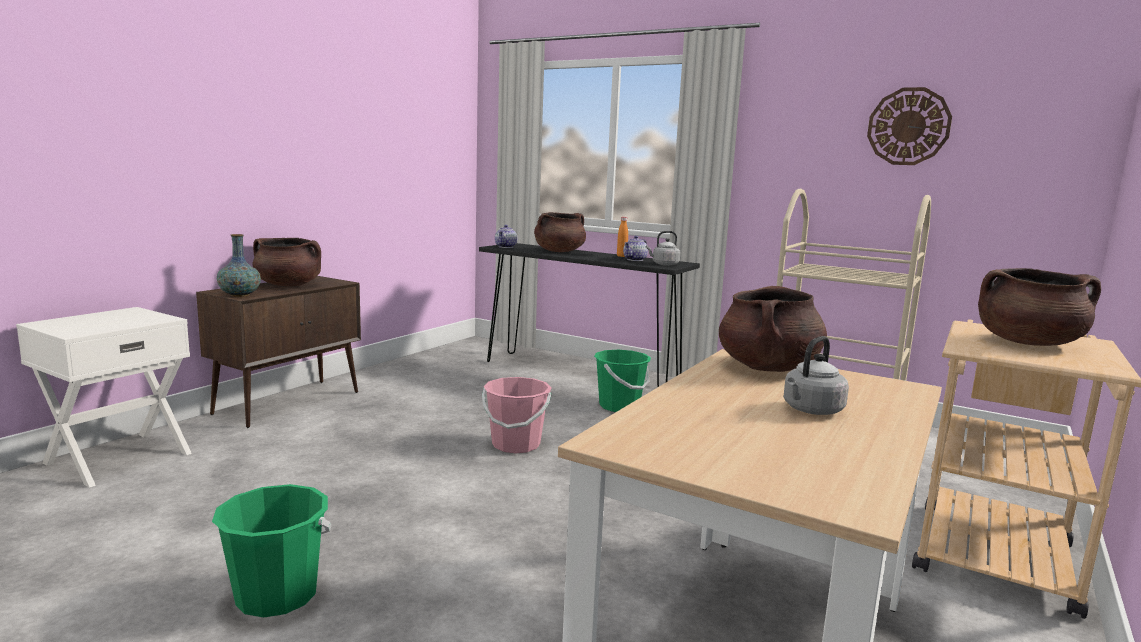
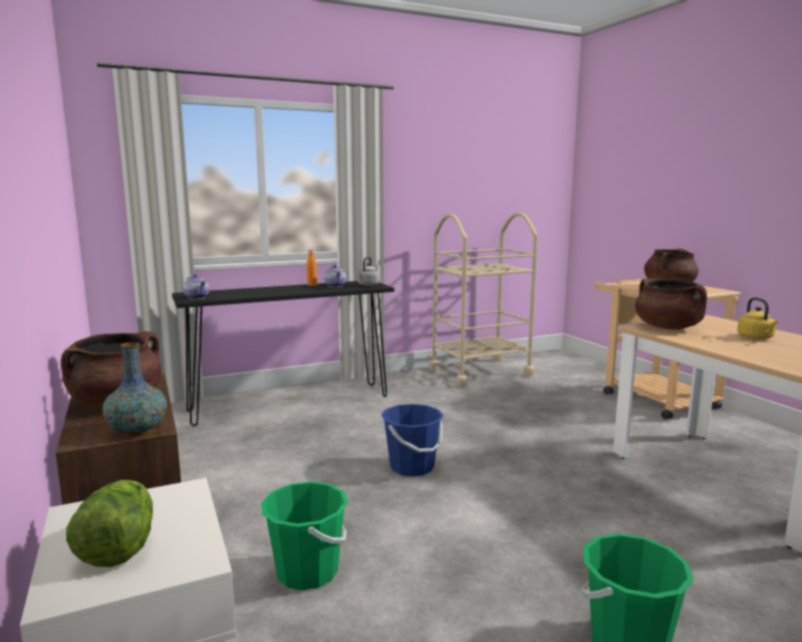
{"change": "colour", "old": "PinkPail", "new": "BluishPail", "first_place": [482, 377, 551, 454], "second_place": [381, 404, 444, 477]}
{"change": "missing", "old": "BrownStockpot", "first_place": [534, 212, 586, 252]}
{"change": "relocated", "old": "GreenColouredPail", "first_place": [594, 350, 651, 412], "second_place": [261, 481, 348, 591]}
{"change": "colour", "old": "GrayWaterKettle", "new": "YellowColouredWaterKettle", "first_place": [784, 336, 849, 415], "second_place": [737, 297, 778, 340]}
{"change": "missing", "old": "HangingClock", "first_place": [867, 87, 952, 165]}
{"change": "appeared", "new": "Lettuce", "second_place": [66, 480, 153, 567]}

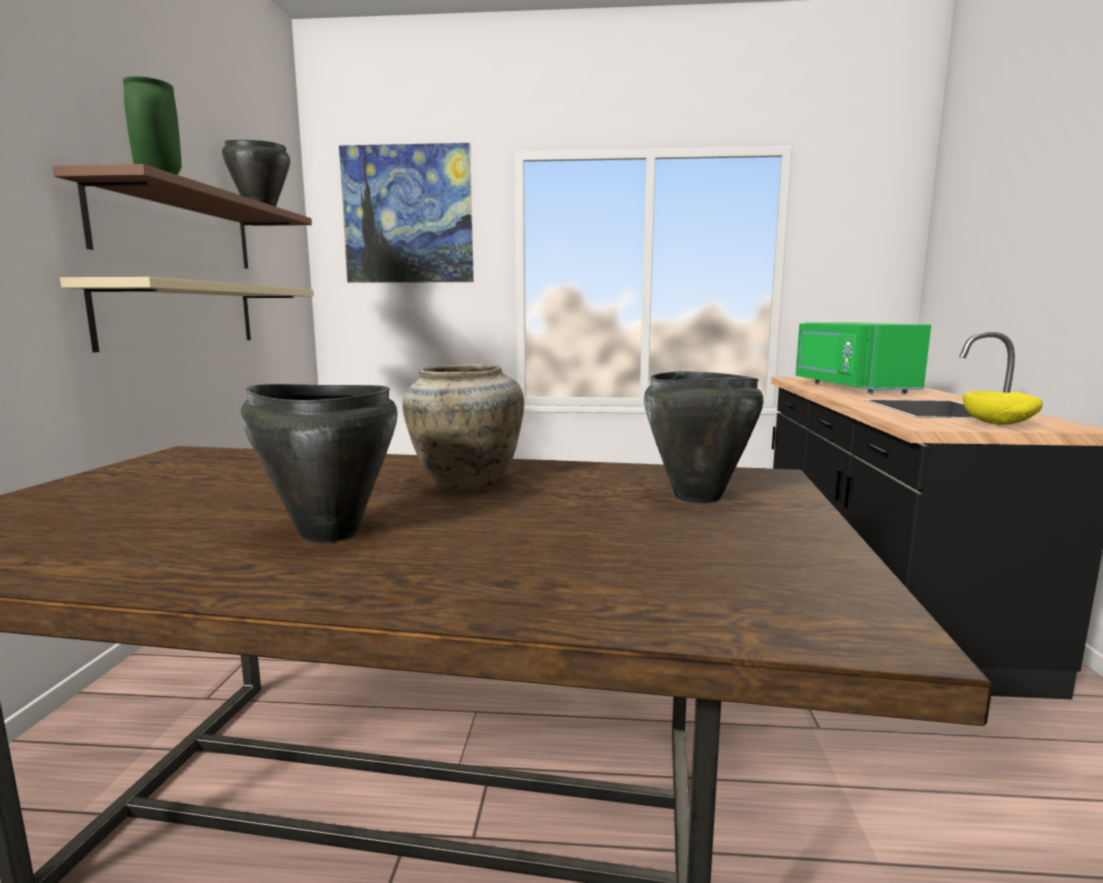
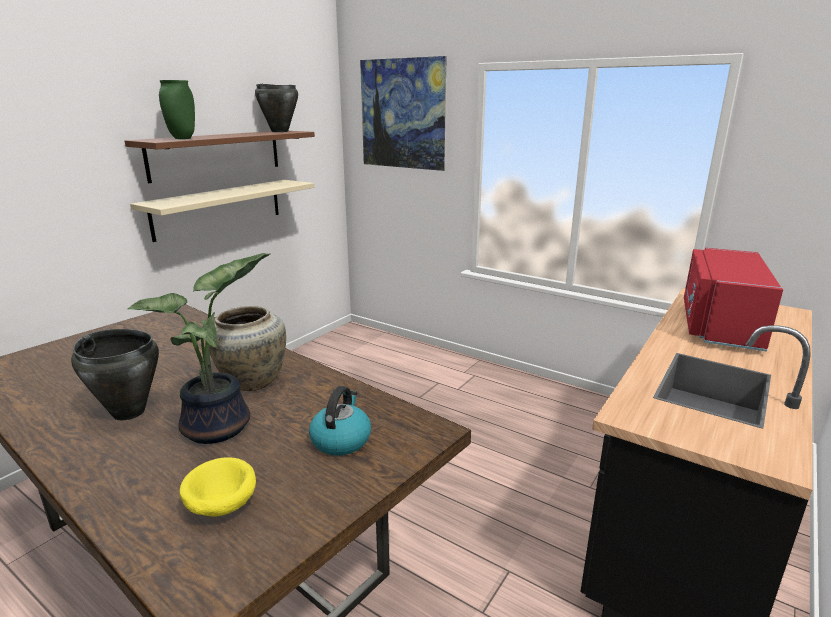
{"change": "exchanged", "old": "BlackStockpot", "new": "WaterKettle", "first_place": [644, 371, 764, 503], "second_place": [309, 386, 371, 456]}
{"change": "colour", "old": "GreenColouredKitchenMicrowave", "new": "RedColouredKitchenMicrowave", "first_place": [796, 322, 931, 394], "second_place": [684, 248, 783, 351]}
{"change": "relocated", "old": "YellowColouredServingBowl", "first_place": [963, 391, 1043, 425], "second_place": [180, 457, 256, 517]}
{"change": "appeared", "new": "PottedPlant", "second_place": [127, 253, 270, 444]}

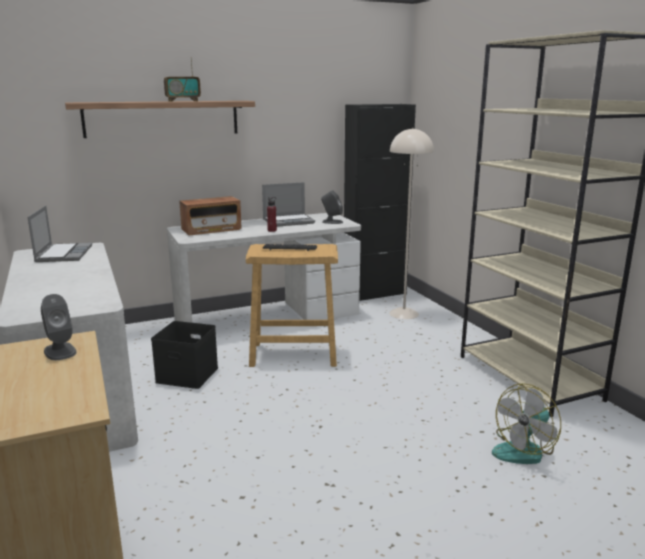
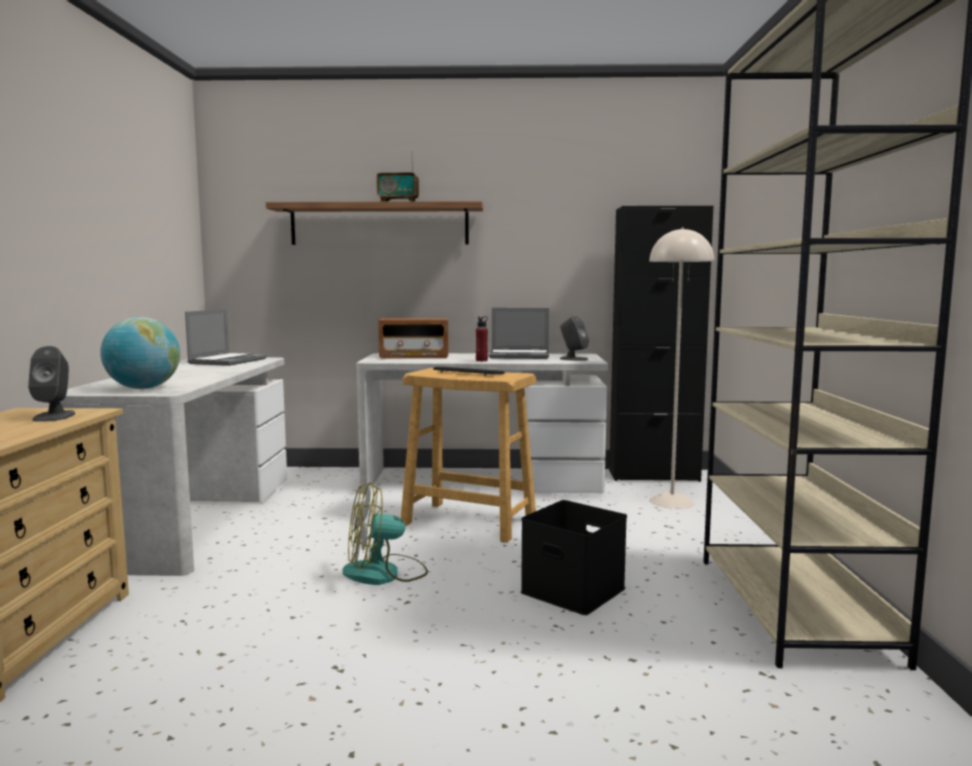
{"change": "relocated", "old": "BlackStorageBox", "first_place": [151, 321, 218, 389], "second_place": [521, 500, 627, 615]}
{"change": "relocated", "old": "CoolingFan", "first_place": [492, 383, 561, 464], "second_place": [343, 482, 428, 585]}
{"change": "appeared", "new": "Globe", "second_place": [100, 317, 180, 389]}

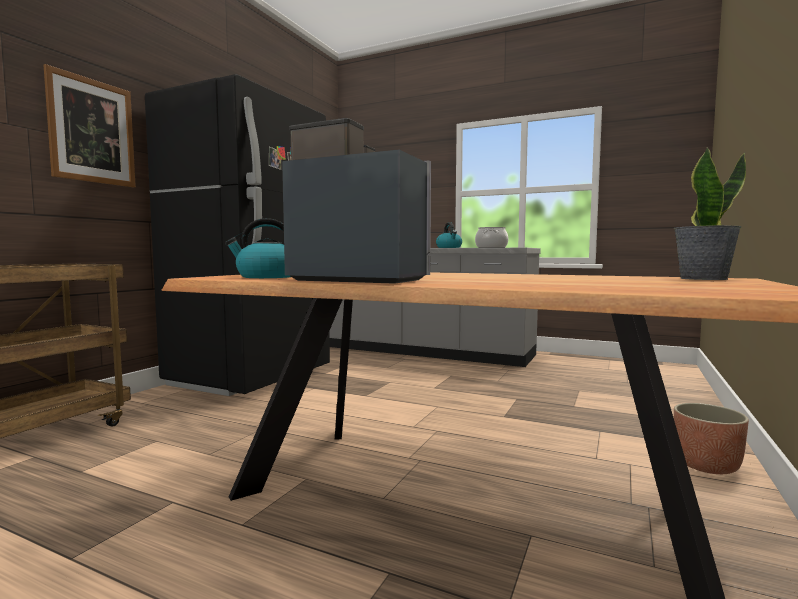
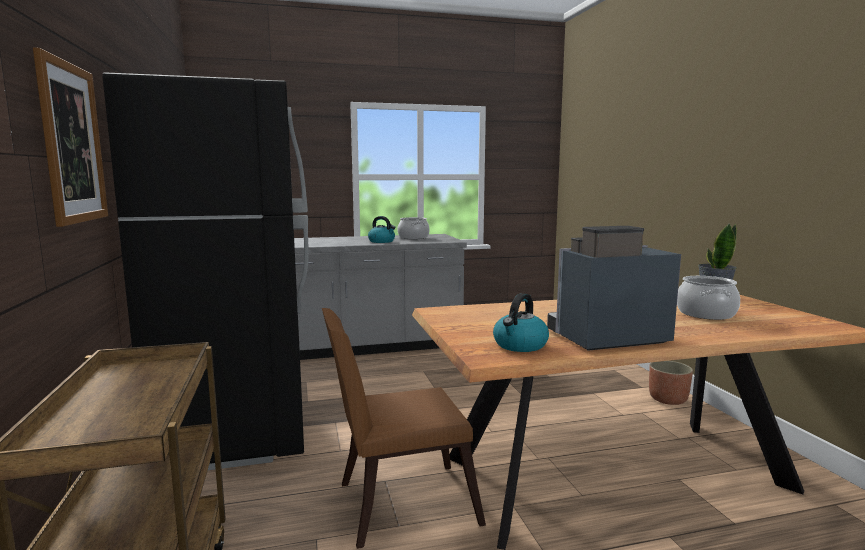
{"change": "appeared", "new": "BrownPlainChair", "second_place": [322, 308, 486, 549]}
{"change": "appeared", "new": "Stockpot", "second_place": [677, 276, 740, 320]}

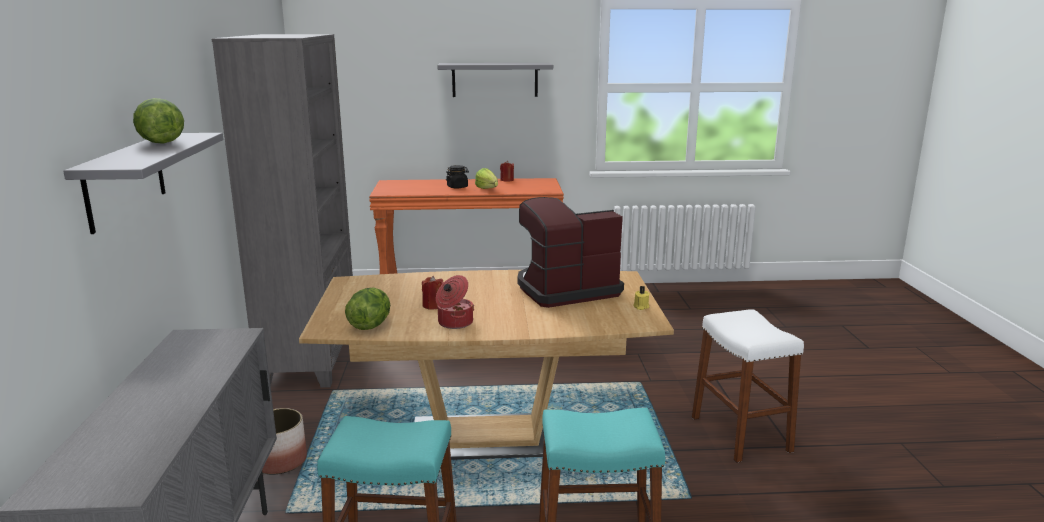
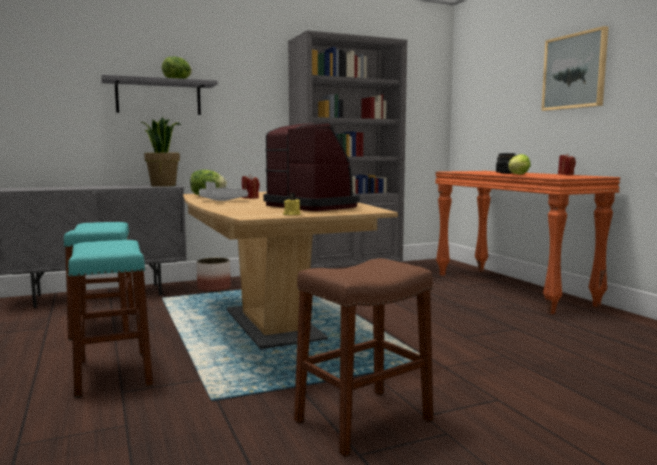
{"change": "exchanged", "old": "Stockpot", "new": "GrayTray", "first_place": [436, 275, 474, 329], "second_place": [199, 182, 248, 201]}
{"change": "exchanged", "old": "GrayWallShelf", "new": "WallPicture", "first_place": [437, 63, 553, 97], "second_place": [541, 26, 608, 111]}
{"change": "colour", "old": "WhiteSittingStool", "new": "BrownSittingStool", "first_place": [692, 309, 804, 463], "second_place": [294, 258, 433, 457]}
{"change": "appeared", "new": "PottedPlant", "second_place": [142, 117, 181, 187]}

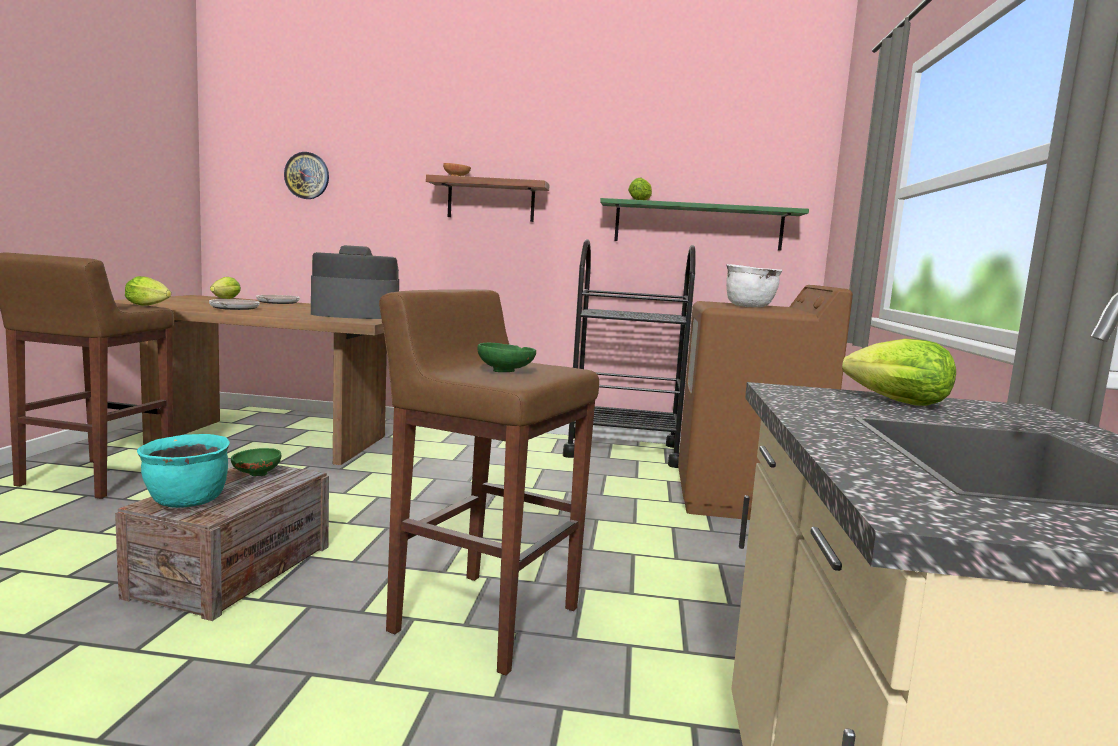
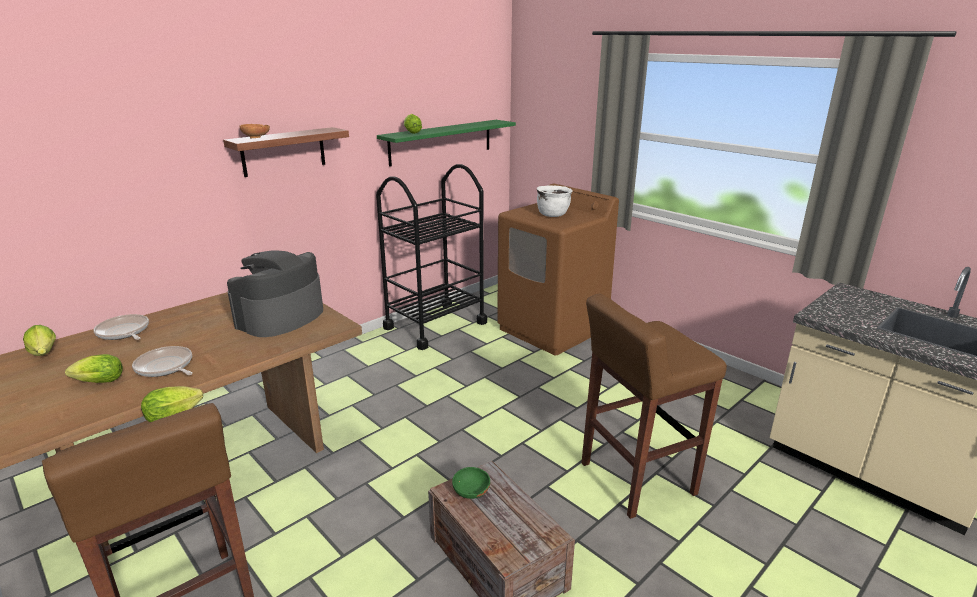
{"change": "missing", "old": "TurquoiseStockpot", "first_place": [137, 434, 230, 508]}
{"change": "missing", "old": "HangingClock", "first_place": [284, 152, 329, 199]}
{"change": "missing", "old": "GreenColouredServingBowl", "first_place": [477, 343, 536, 372]}
{"change": "relocated", "old": "Lettuce", "first_place": [842, 339, 956, 406], "second_place": [65, 354, 123, 383]}

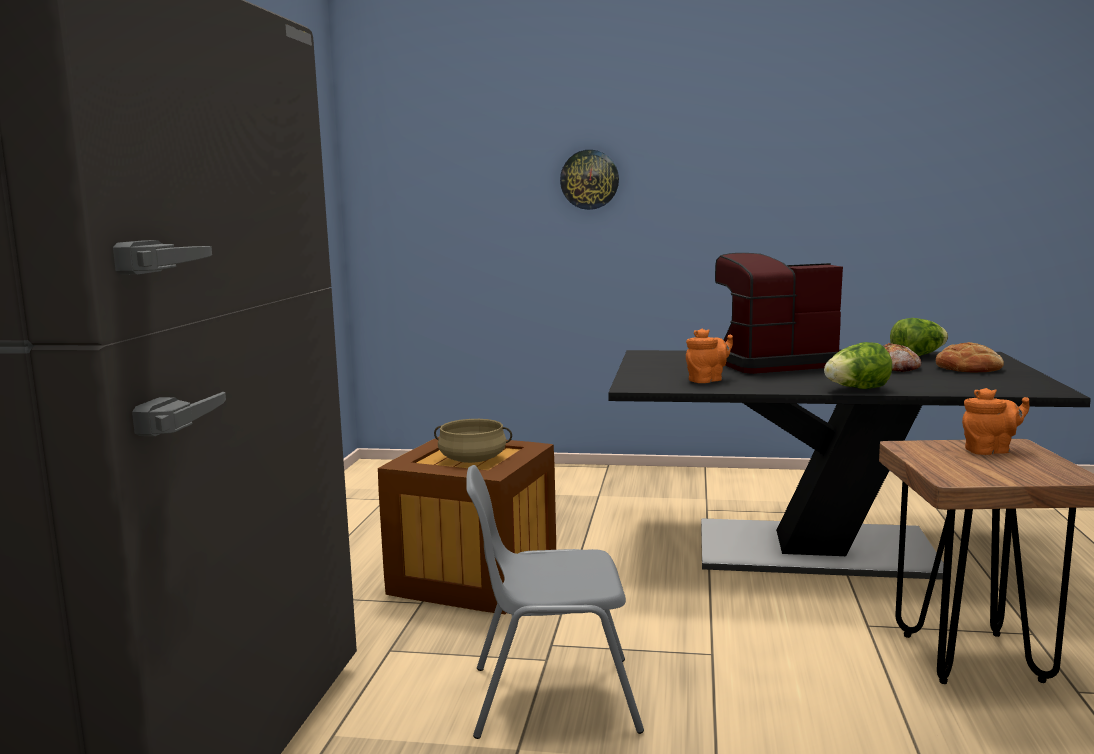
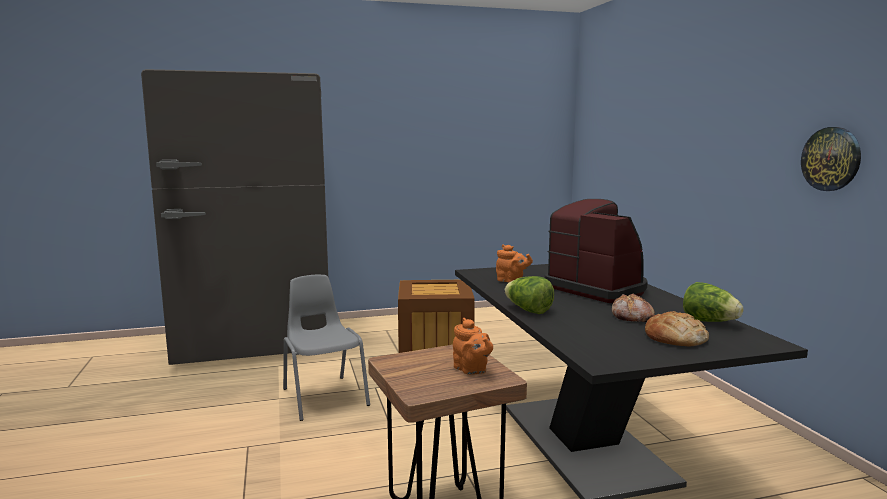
{"change": "missing", "old": "BeigeStockpot", "first_place": [434, 419, 512, 463]}
{"change": "relocated", "old": "HangingClock", "first_place": [560, 150, 619, 210], "second_place": [801, 127, 861, 191]}

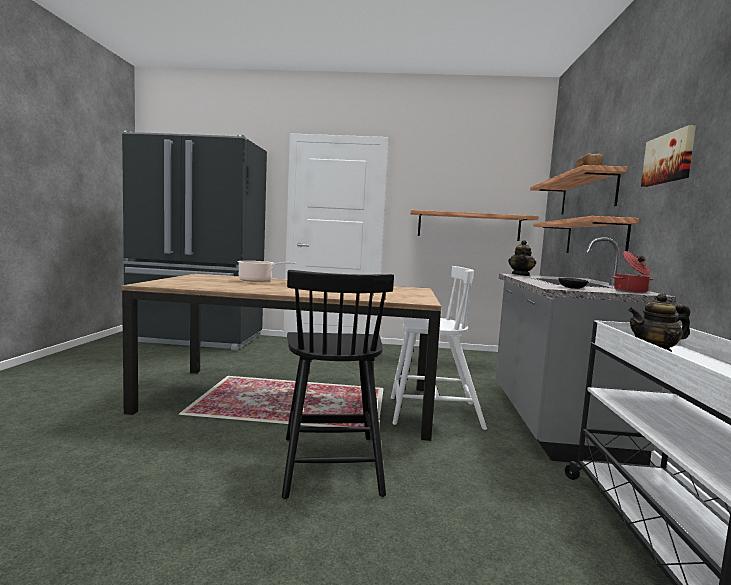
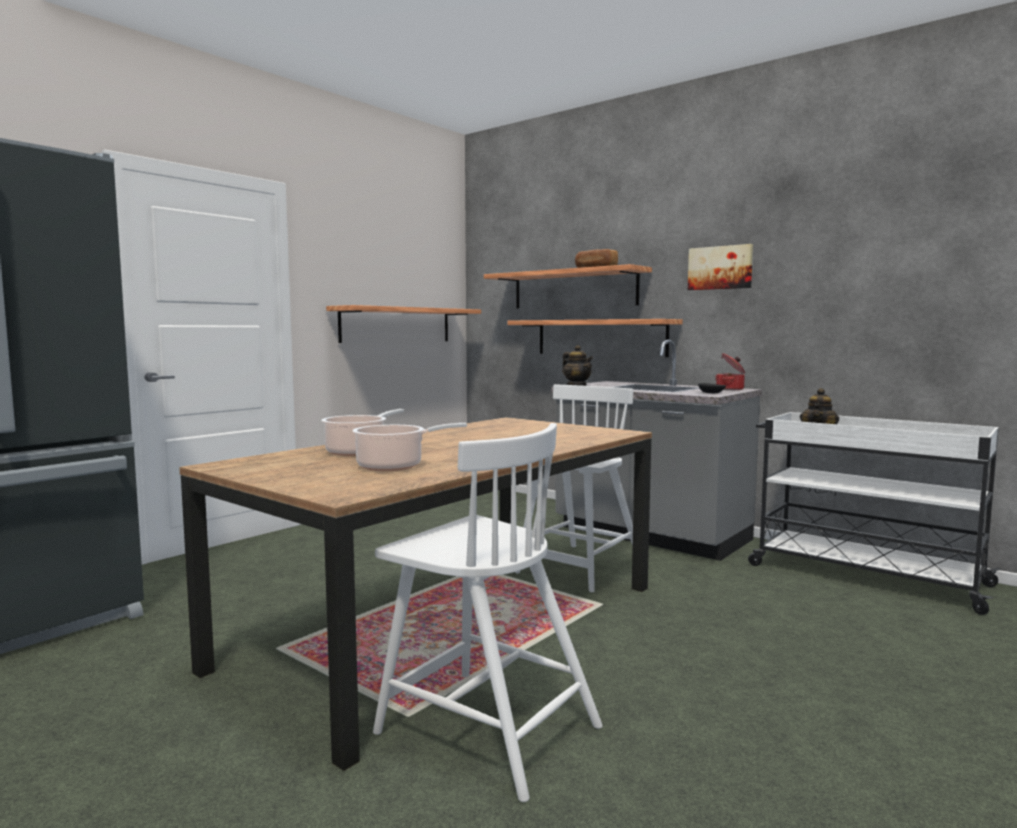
{"change": "missing", "old": "BlackPlainChair", "first_place": [282, 270, 394, 499]}
{"change": "appeared", "new": "Stockpot", "second_place": [352, 423, 467, 471]}
{"change": "appeared", "new": "WhitePlainChair", "second_place": [373, 423, 603, 802]}

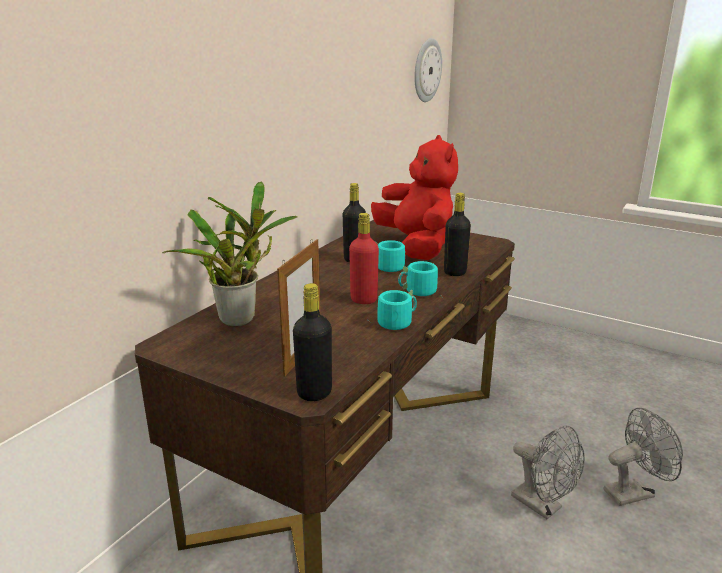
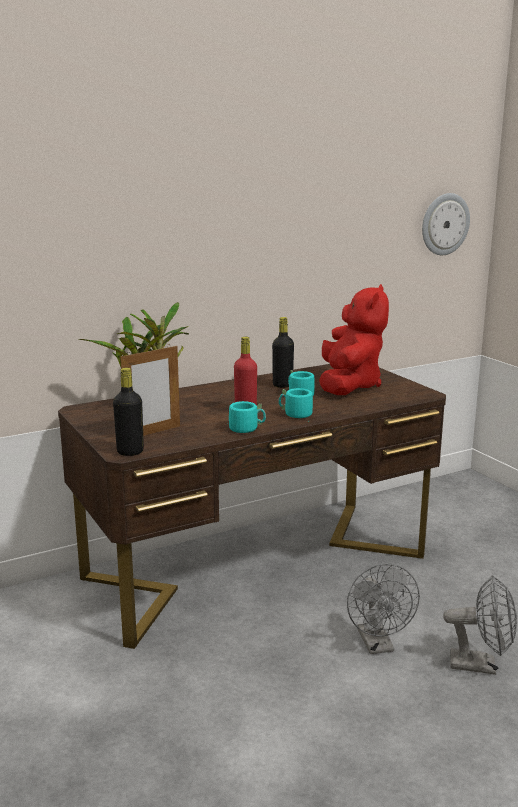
{"change": "missing", "old": "BlackDrinkBottle", "first_place": [444, 193, 471, 276]}

